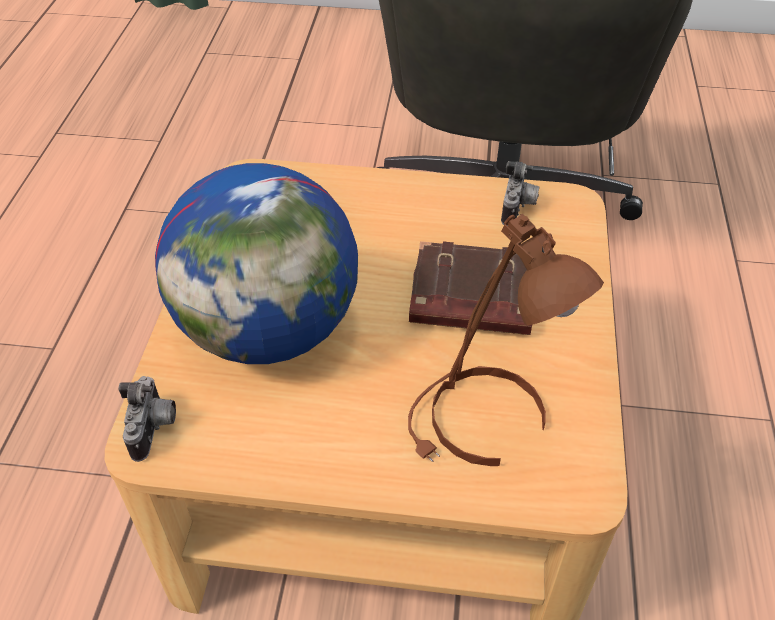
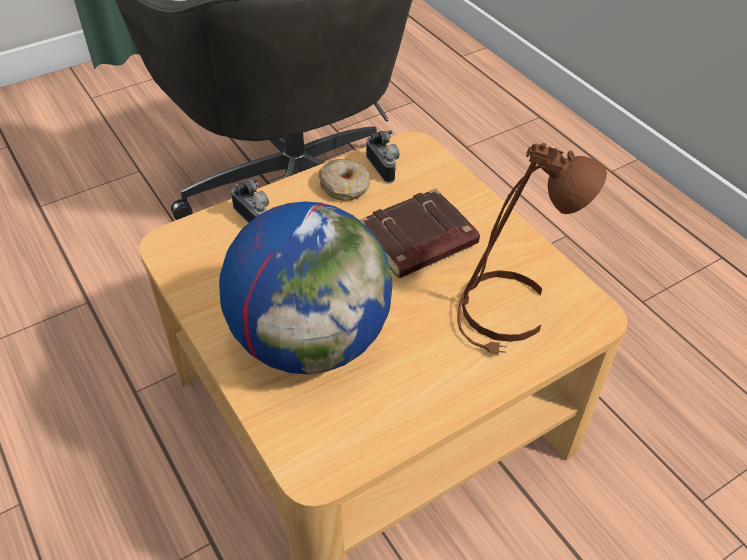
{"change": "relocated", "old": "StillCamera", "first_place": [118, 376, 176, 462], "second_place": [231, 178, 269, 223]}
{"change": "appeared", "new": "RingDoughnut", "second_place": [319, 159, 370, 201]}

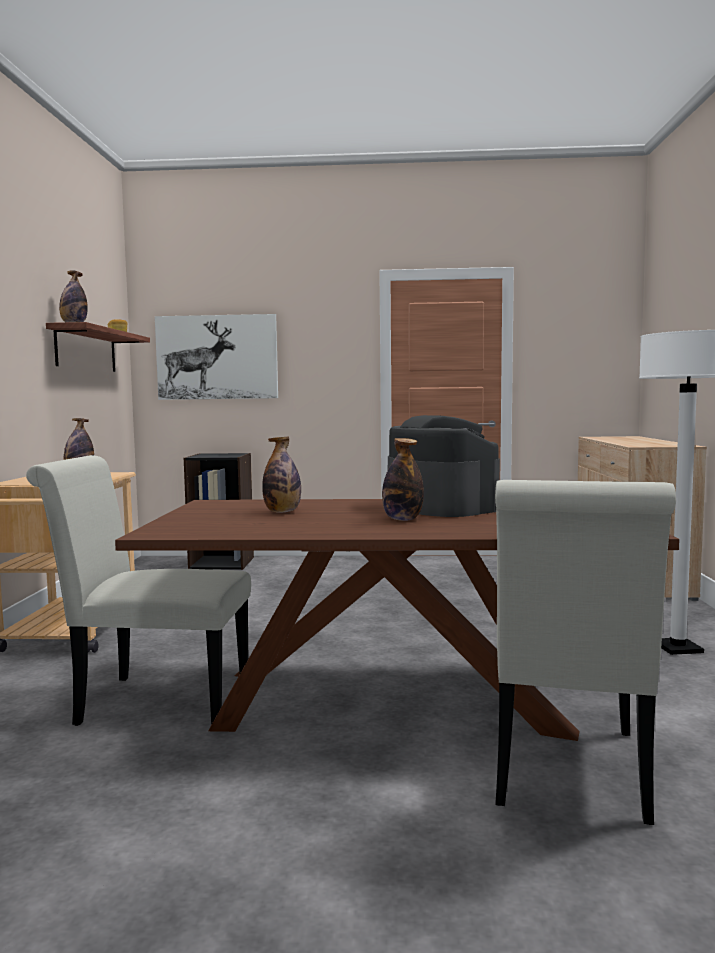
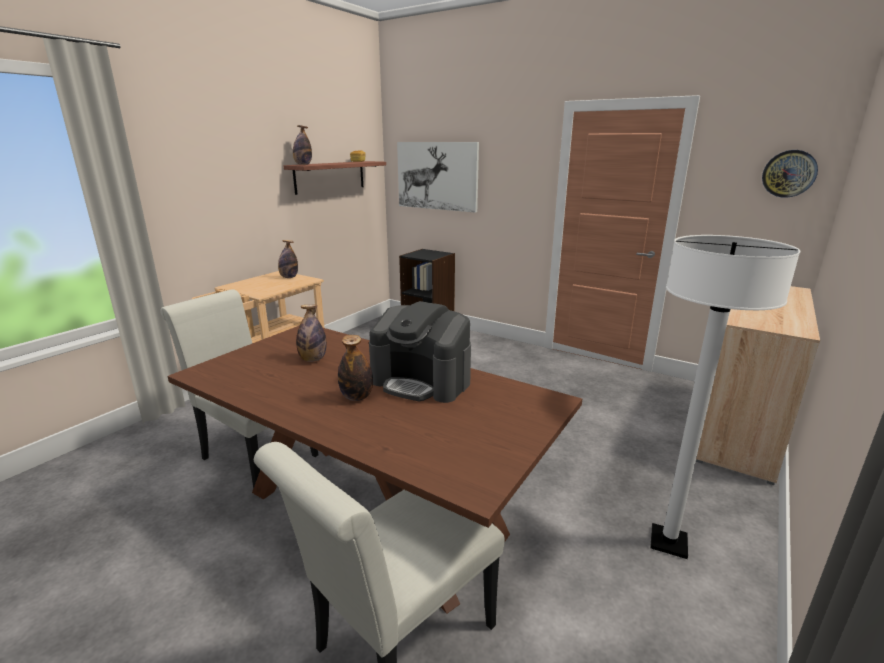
{"change": "spun", "old": "CoffeeMachine", "first_place": [388, 415, 500, 517], "second_place": [369, 301, 471, 403], "degrees": 120}
{"change": "appeared", "new": "HangingClock", "second_place": [762, 150, 818, 198]}

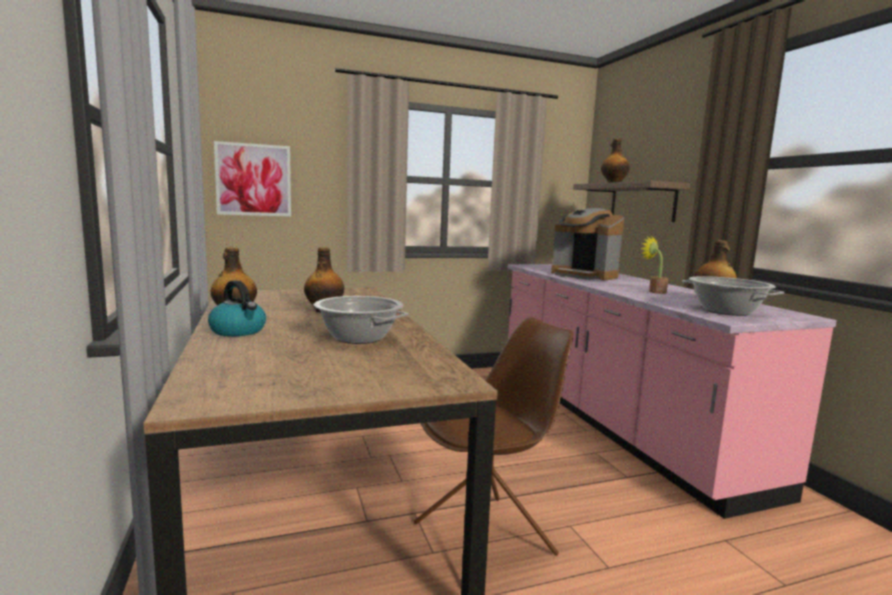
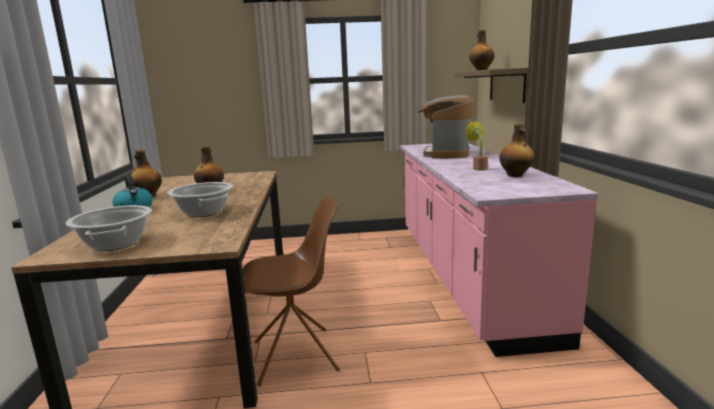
{"change": "missing", "old": "WallPicture", "first_place": [214, 141, 291, 217]}
{"change": "spun", "old": "CoffeeMachine", "first_place": [551, 208, 624, 281], "second_place": [417, 95, 474, 159], "degrees": 45}
{"change": "relocated", "old": "Stockpot", "first_place": [682, 276, 784, 316], "second_place": [65, 205, 152, 251]}

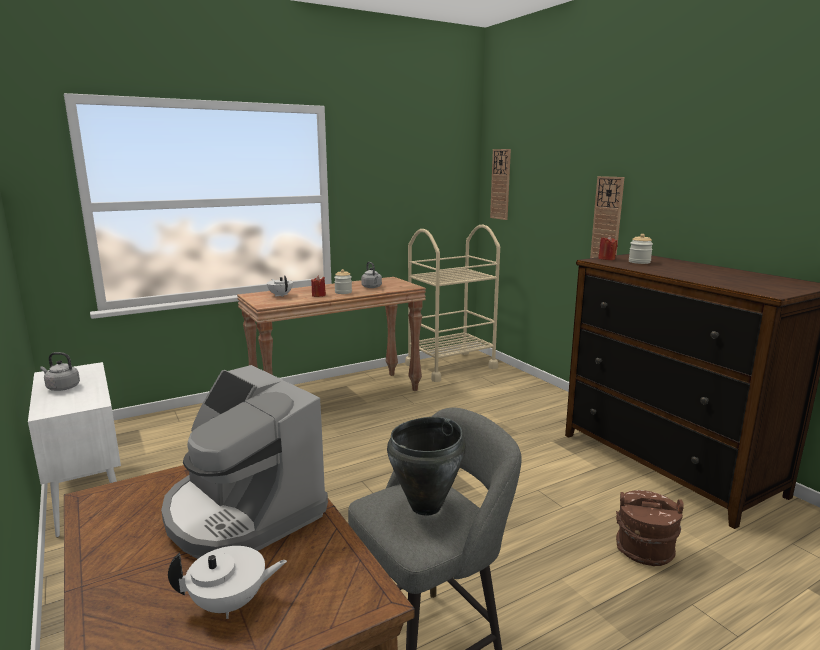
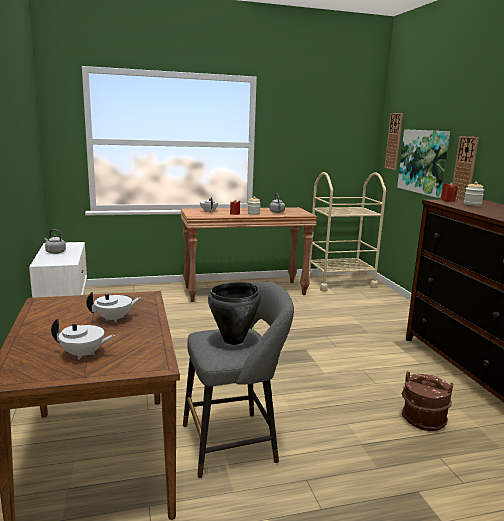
{"change": "exchanged", "old": "CoffeeMachine", "new": "WhitePotForTea", "first_place": [161, 365, 328, 559], "second_place": [86, 292, 141, 323]}
{"change": "appeared", "new": "WallPicture", "second_place": [397, 129, 450, 198]}

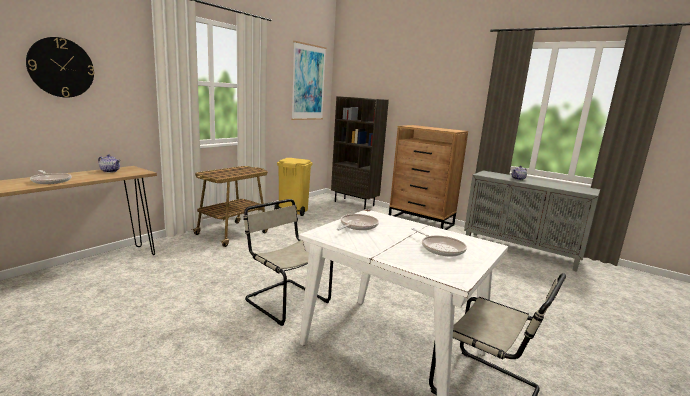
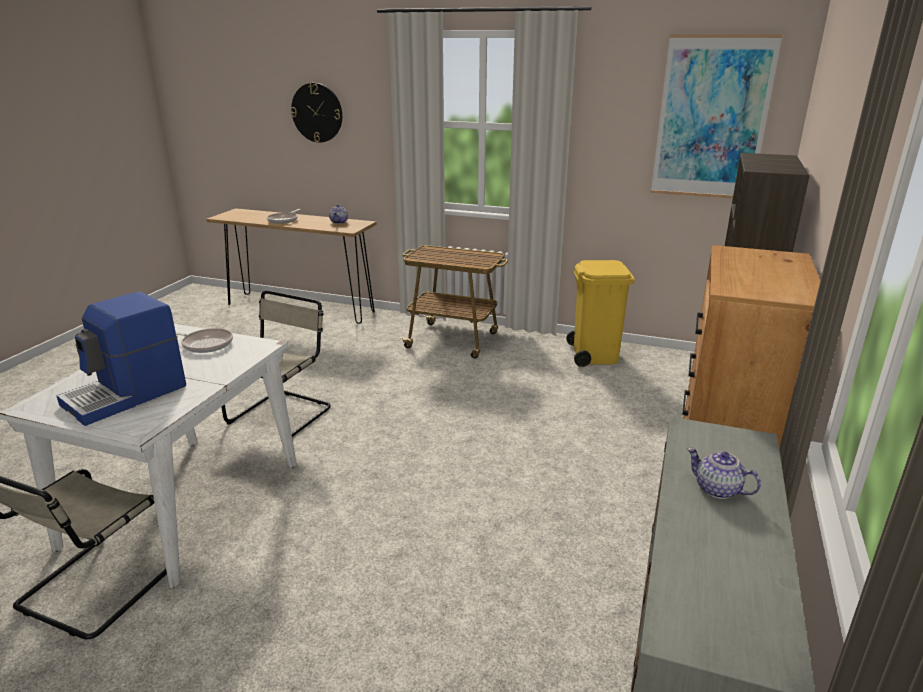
{"change": "exchanged", "old": "Skillet", "new": "CoffeeMachine", "first_place": [412, 228, 467, 257], "second_place": [57, 292, 186, 426]}

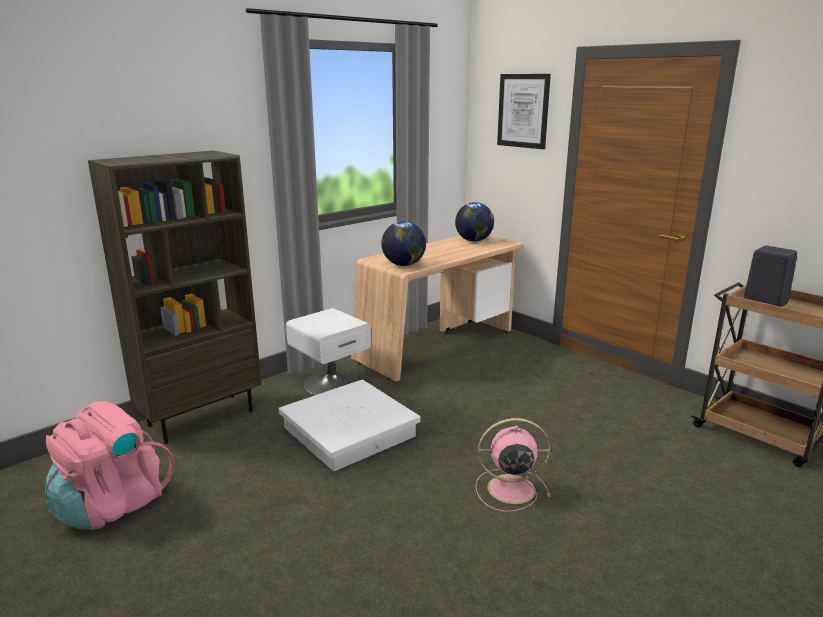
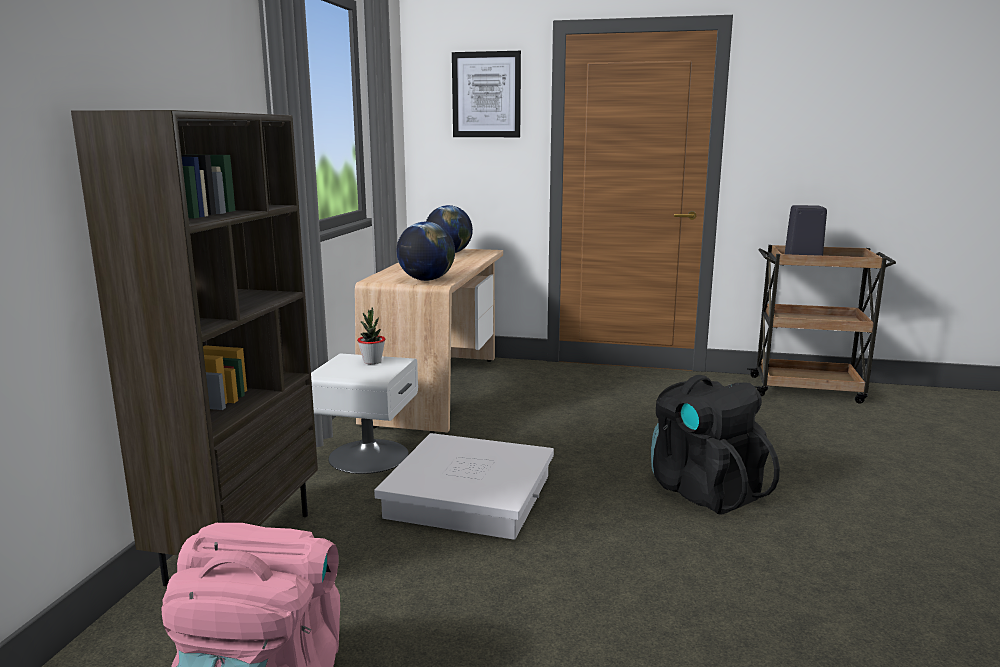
{"change": "exchanged", "old": "PinkCoolingFan", "new": "BlackBackpack", "first_place": [475, 418, 551, 512], "second_place": [651, 375, 780, 515]}
{"change": "appeared", "new": "PottedPlant", "second_place": [357, 307, 385, 364]}

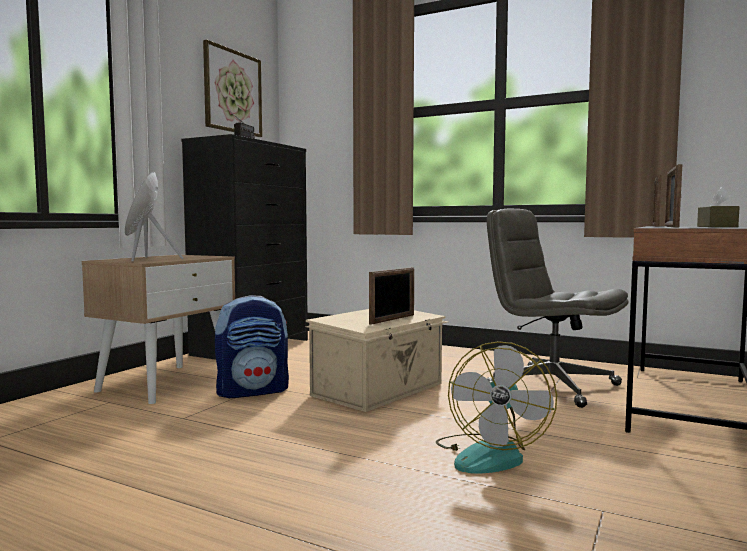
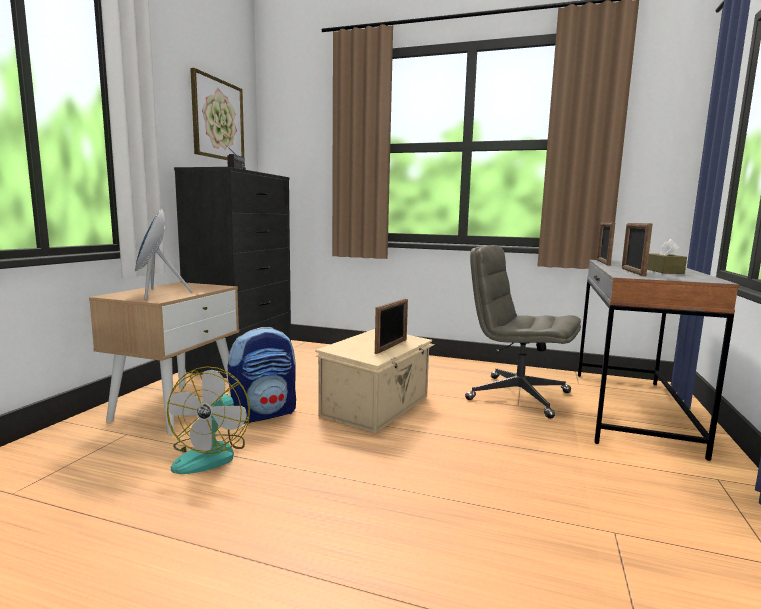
{"change": "relocated", "old": "CoolingFan", "first_place": [436, 341, 557, 474], "second_place": [167, 366, 250, 474]}

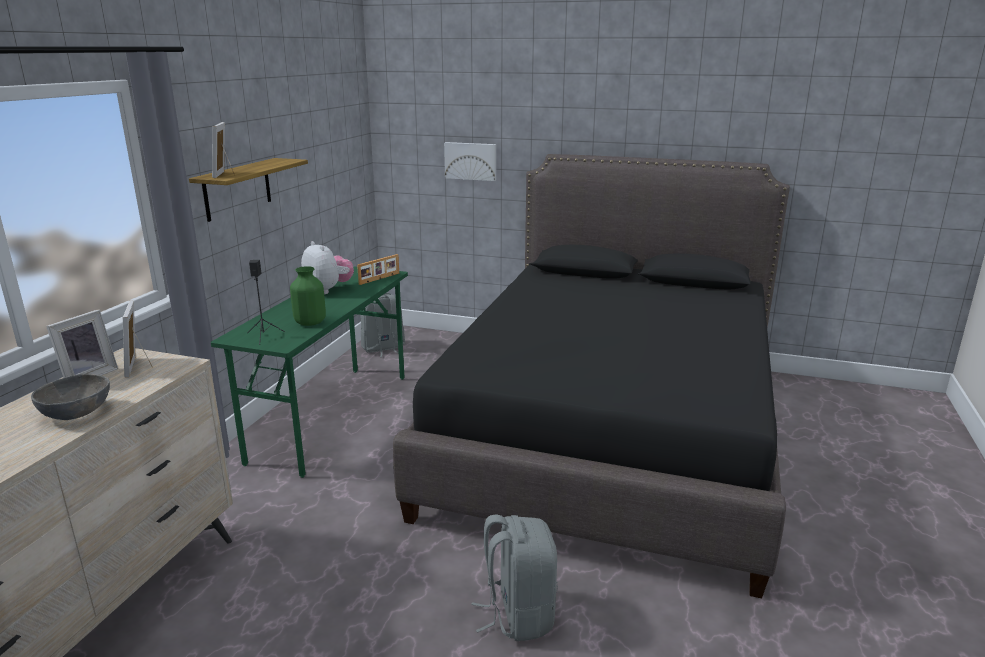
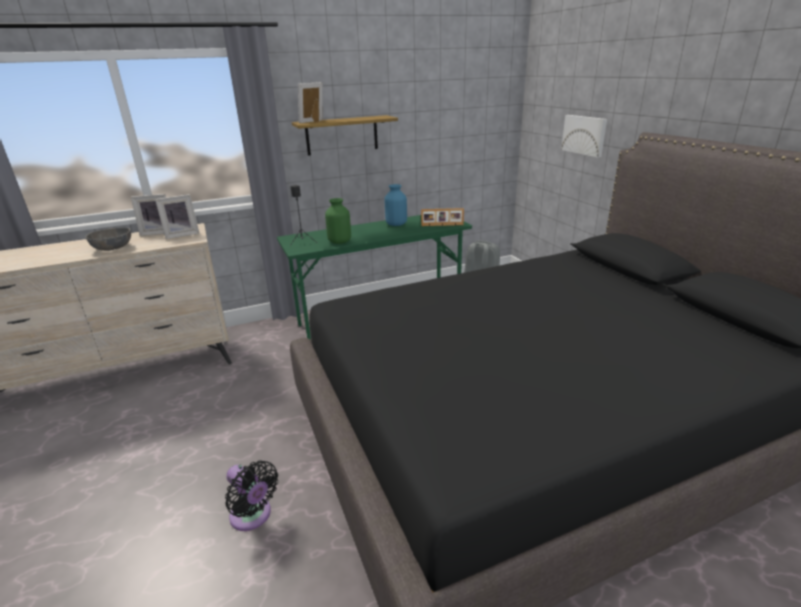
{"change": "spun", "old": "StandingFrame", "first_place": [123, 300, 153, 377], "second_place": [155, 194, 199, 239], "degrees": -150}
{"change": "exchanged", "old": "CuddlyToy", "new": "BluishFlowerVase", "first_place": [301, 241, 354, 294], "second_place": [385, 184, 407, 226]}
{"change": "exchanged", "old": "GrayBackpack", "new": "BlackCoolingFan", "first_place": [471, 515, 558, 641], "second_place": [225, 460, 278, 531]}

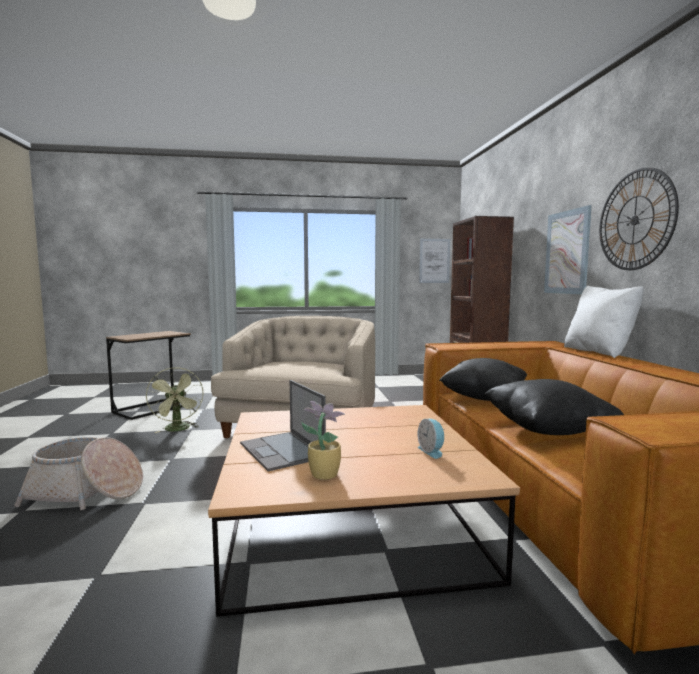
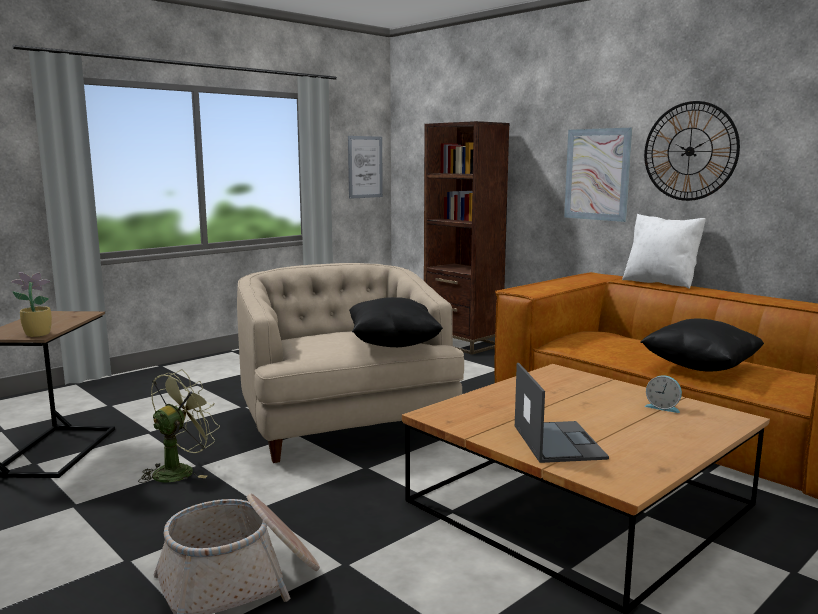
{"change": "spun", "old": "GreenColouredCoolingFan", "first_place": [146, 367, 204, 433], "second_place": [138, 369, 220, 483], "degrees": -90}
{"change": "spun", "old": "PortableComputer", "first_place": [240, 380, 326, 472], "second_place": [515, 363, 609, 463], "degrees": -120}
{"change": "relocated", "old": "PottedPlant", "first_place": [301, 401, 345, 480], "second_place": [10, 272, 52, 337]}
{"change": "relocated", "old": "BlackThrowPillow", "first_place": [439, 358, 527, 401], "second_place": [349, 297, 443, 347]}

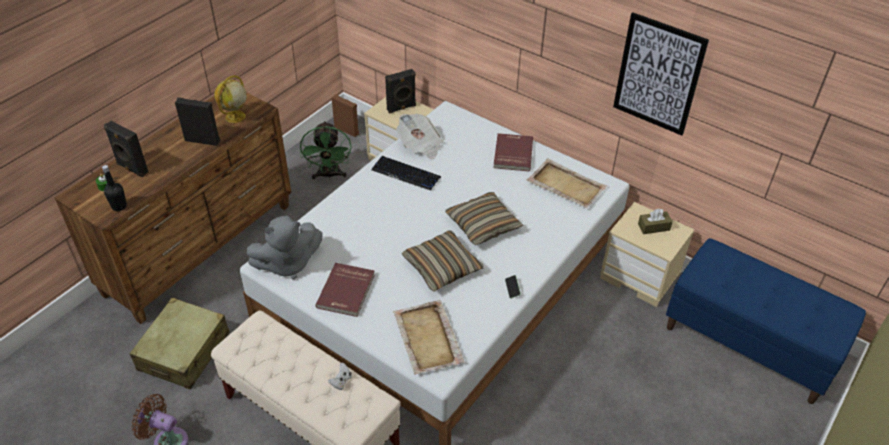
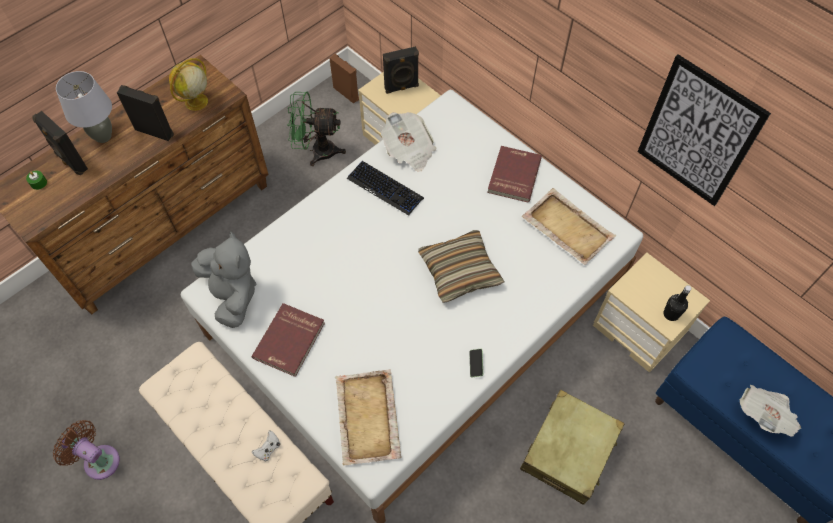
{"change": "relocated", "old": "BlackDrinkBottle", "first_place": [102, 165, 127, 211], "second_place": [663, 285, 691, 321]}
{"change": "relocated", "old": "BeigeTravelCase", "first_place": [129, 298, 229, 389], "second_place": [520, 390, 625, 505]}
{"change": "spun", "old": "GrayCuddlyToy", "first_place": [247, 216, 323, 279], "second_place": [191, 231, 257, 328], "degrees": -105}
{"change": "spun", "old": "GreenColouredCoolingFan", "first_place": [300, 121, 351, 180], "second_place": [287, 92, 346, 166], "degrees": 90}
{"change": "missing", "old": "ThrowPillow", "first_place": [402, 230, 484, 292]}
{"change": "missing", "old": "BrownTissueHolder", "first_place": [638, 209, 673, 234]}
{"change": "appeared", "new": "GrayTabletopLamp", "second_place": [56, 71, 112, 143]}
{"change": "appeared", "new": "Newspaper", "second_place": [739, 385, 801, 437]}

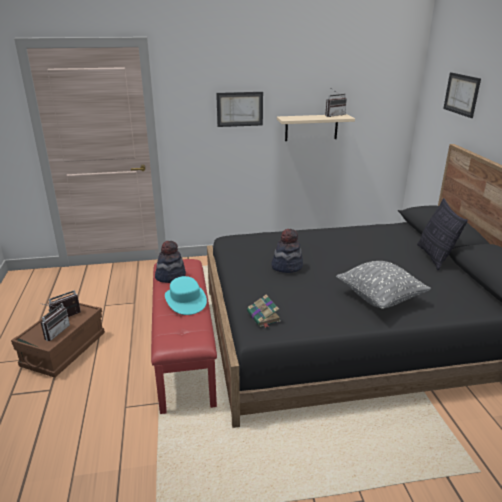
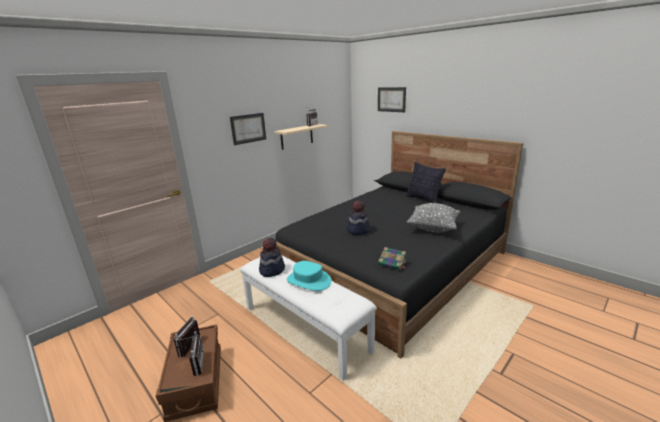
{"change": "colour", "old": "RedColouredBench", "new": "WhiteBench", "first_place": [151, 259, 217, 414], "second_place": [240, 256, 377, 381]}

